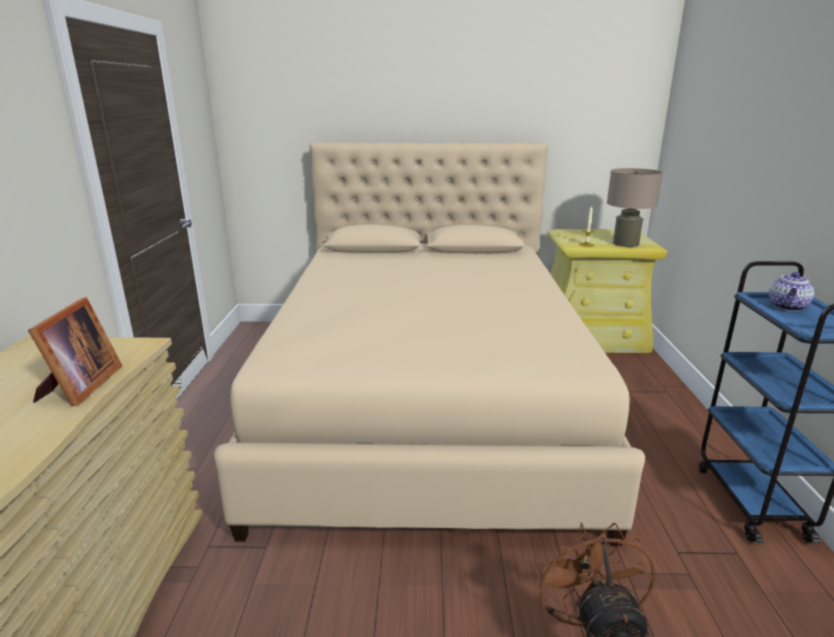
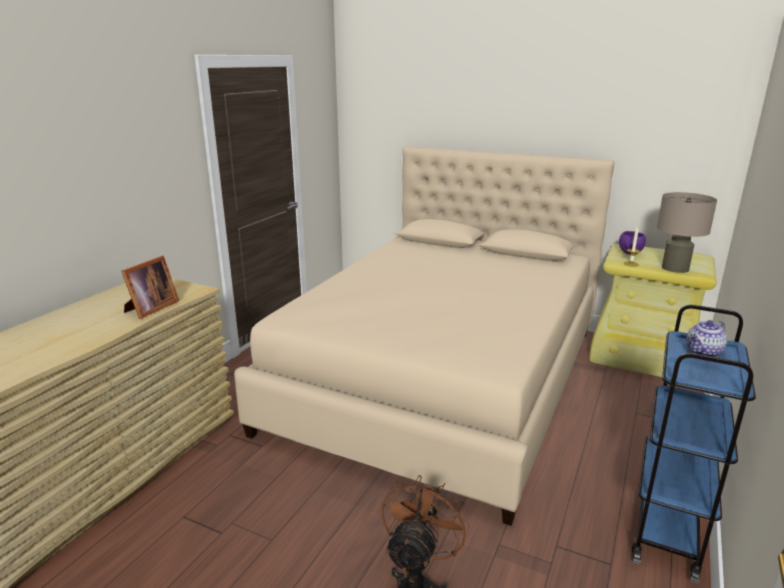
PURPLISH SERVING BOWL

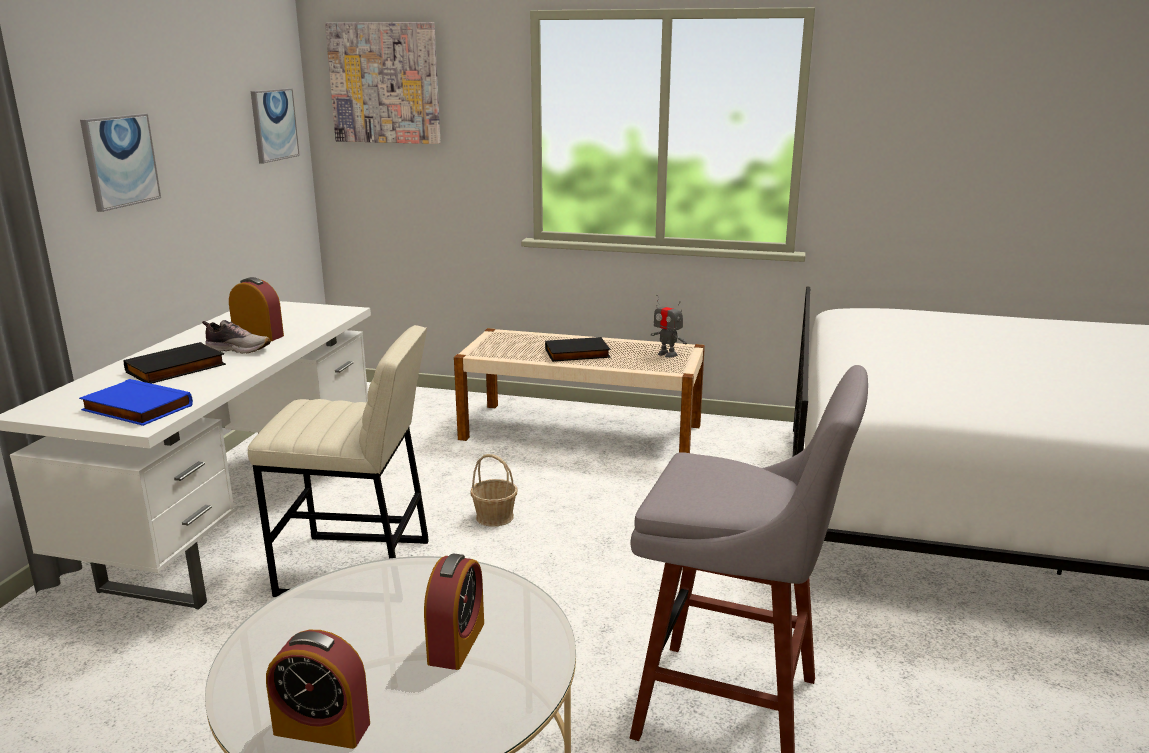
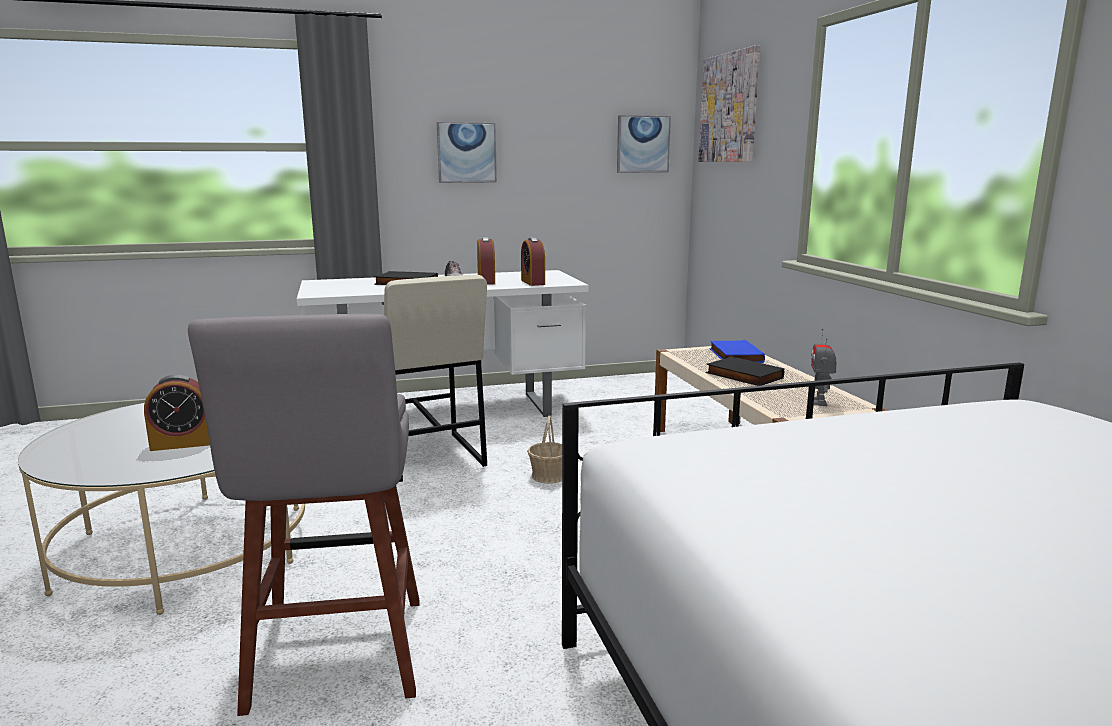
TABLE CLOCK (no. 3 from left)
BLUE VOLUME

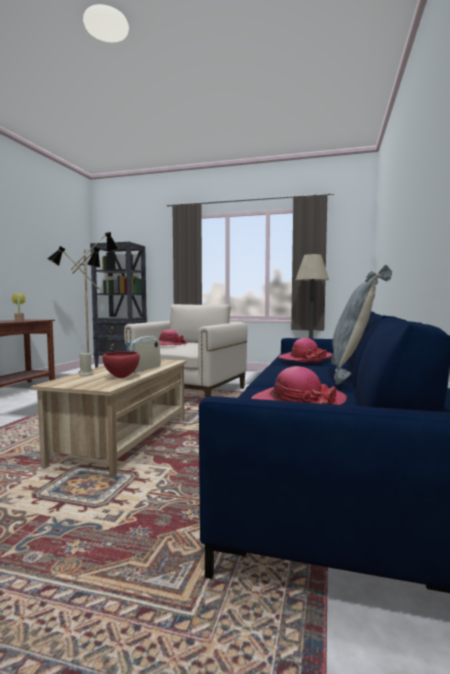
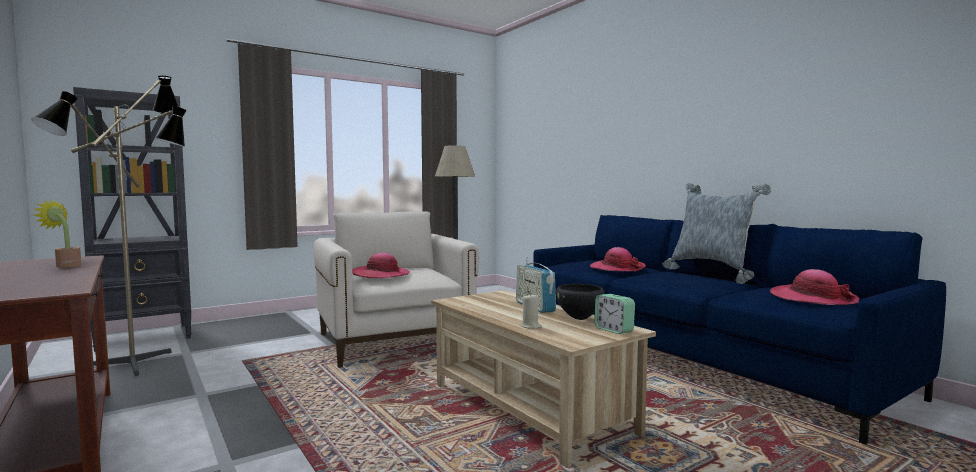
BLACK SERVING BOWL
TABLE CLOCK

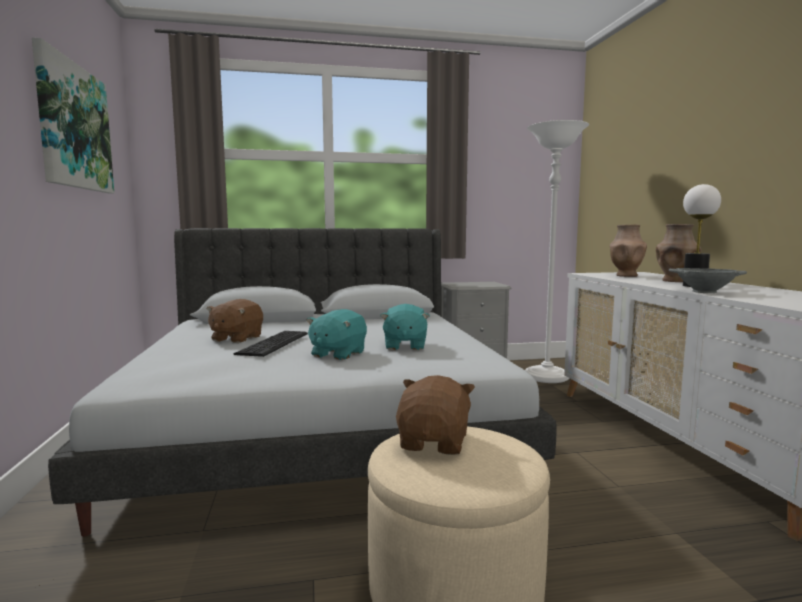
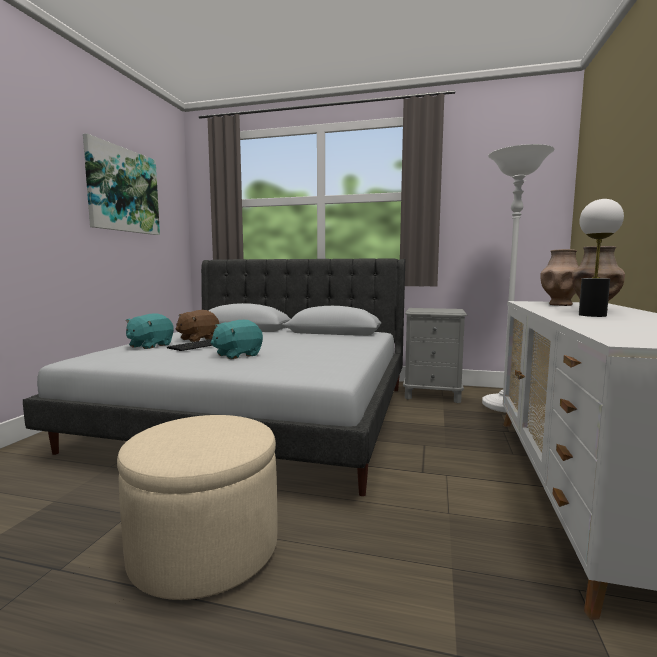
BLUE-GREEN CUDDLY TOY (no. 1 from left)
BROWNISH CUDDLY TOY (no. 2 from left in the first image)
GREY SERVING BOWL

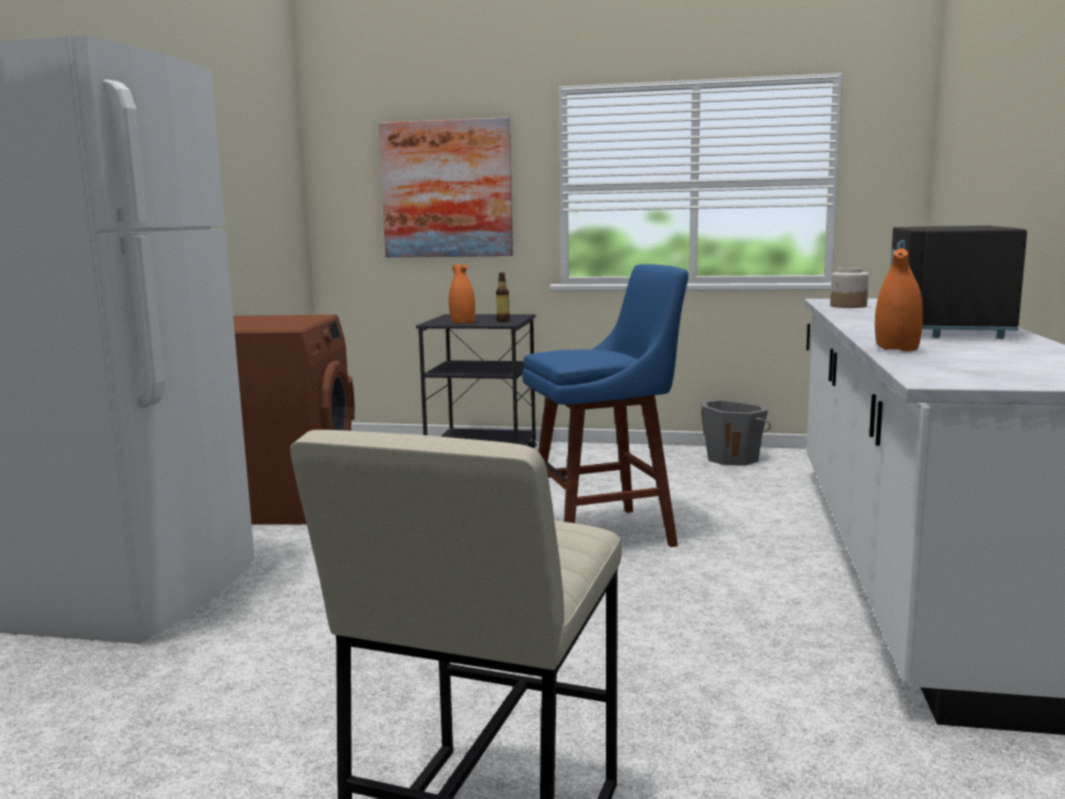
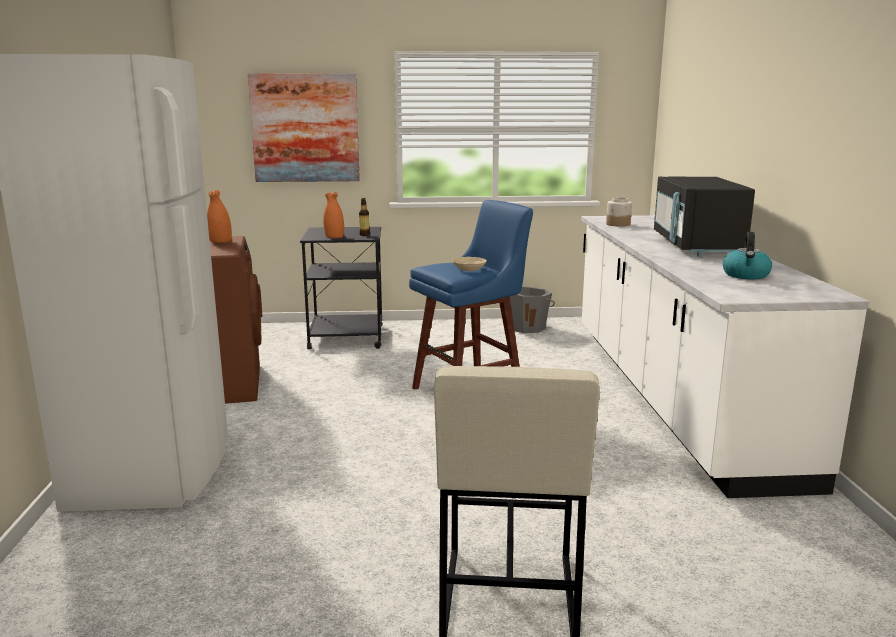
ORANGE FLOWER VASE (no. 1 from left)
SAND-COLOURED SERVING BOWL
TEA KETTLE

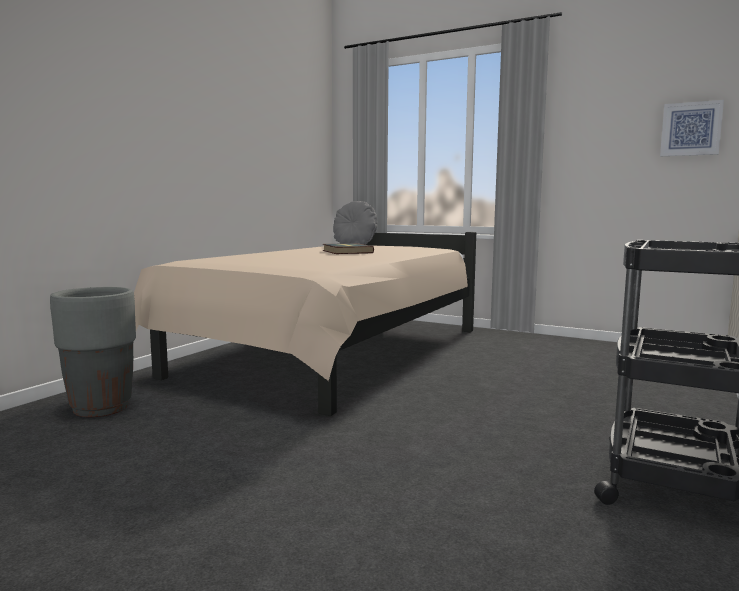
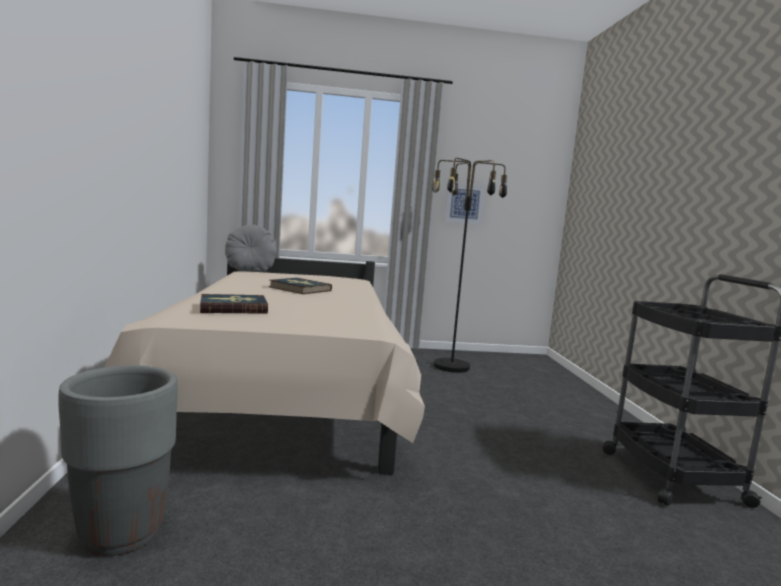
VOLUME (no. 1 from left)
FLOOR LAMP
WALL ART

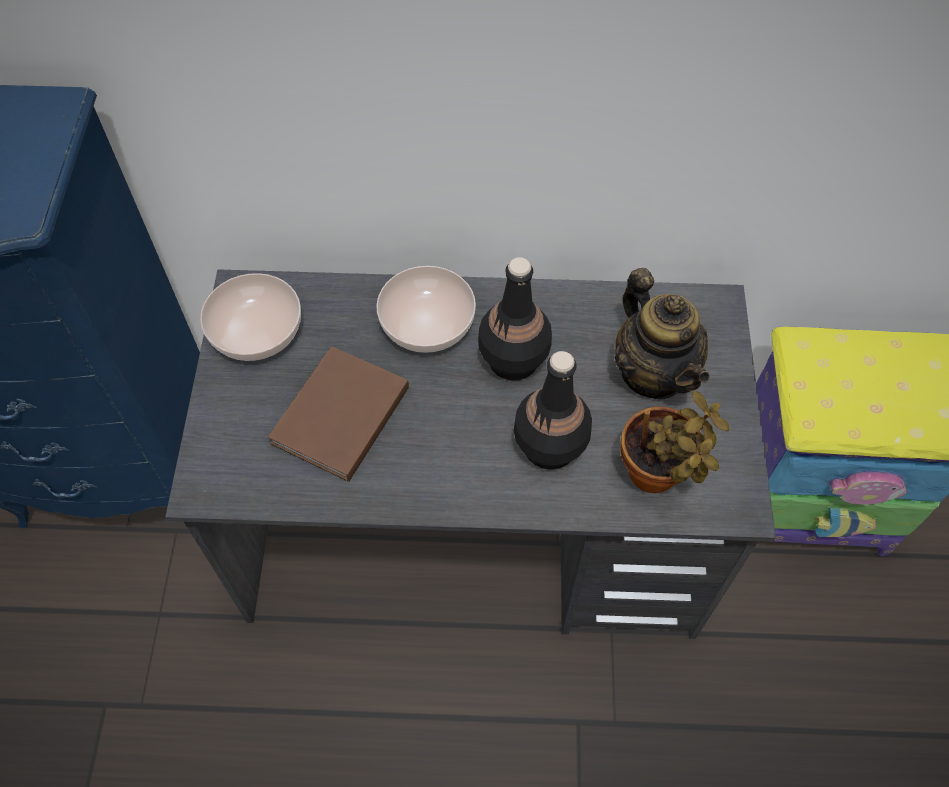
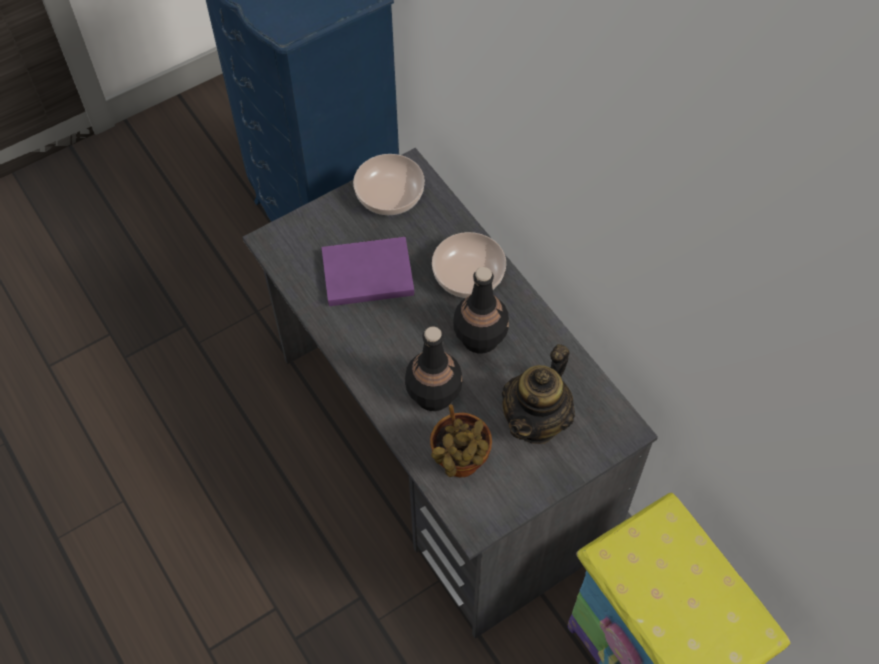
PURPLISH VOLUME

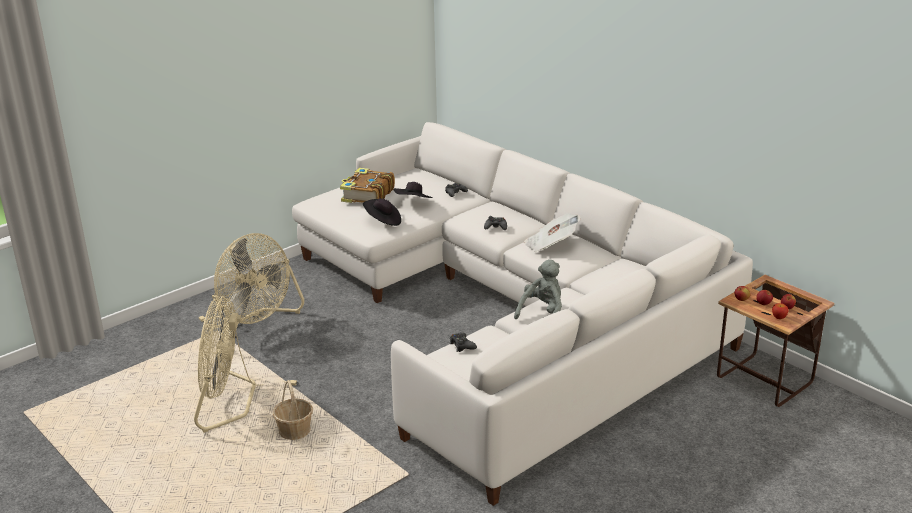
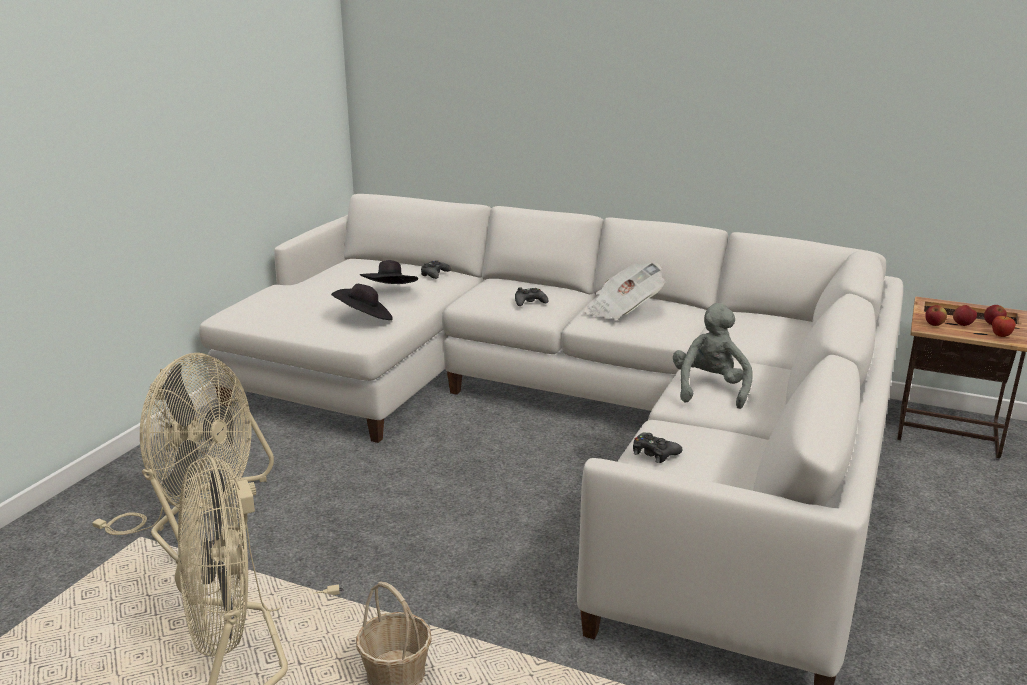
VOLUME

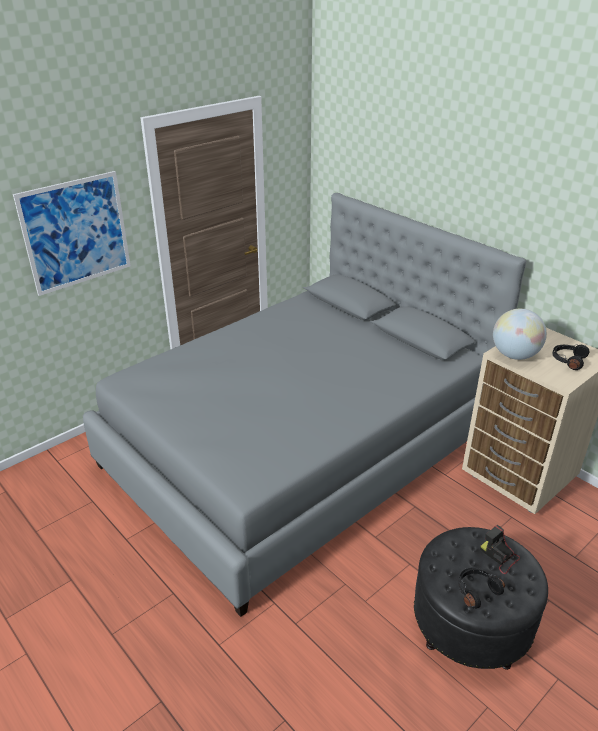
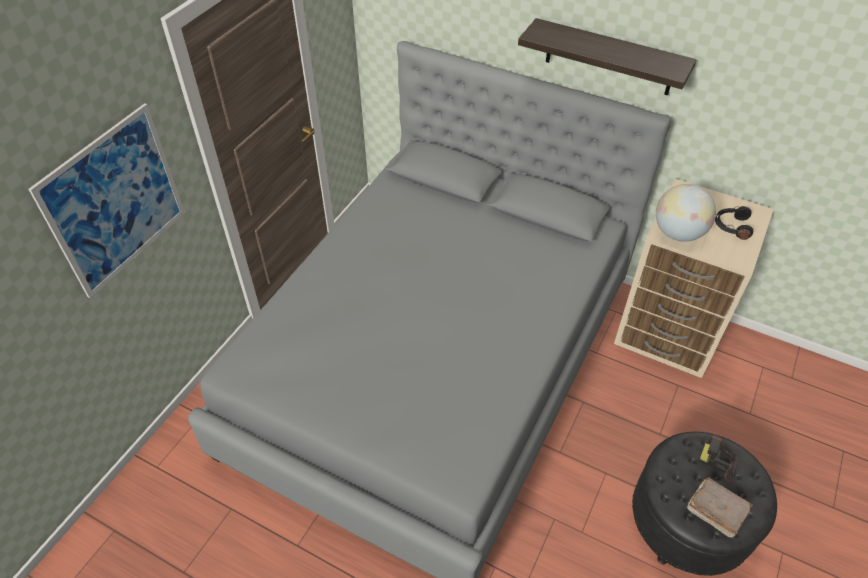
WALL SHELF
BROWNISH VOLUME

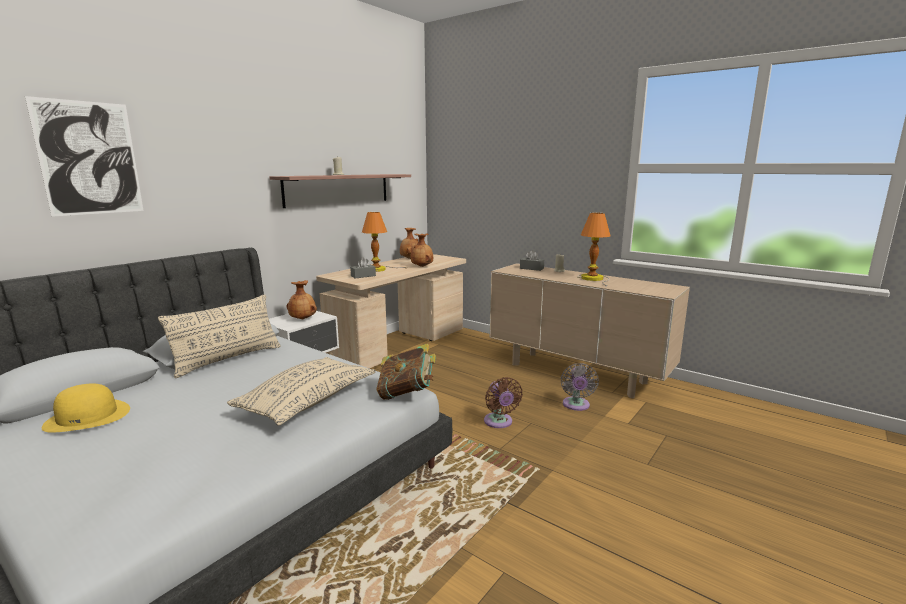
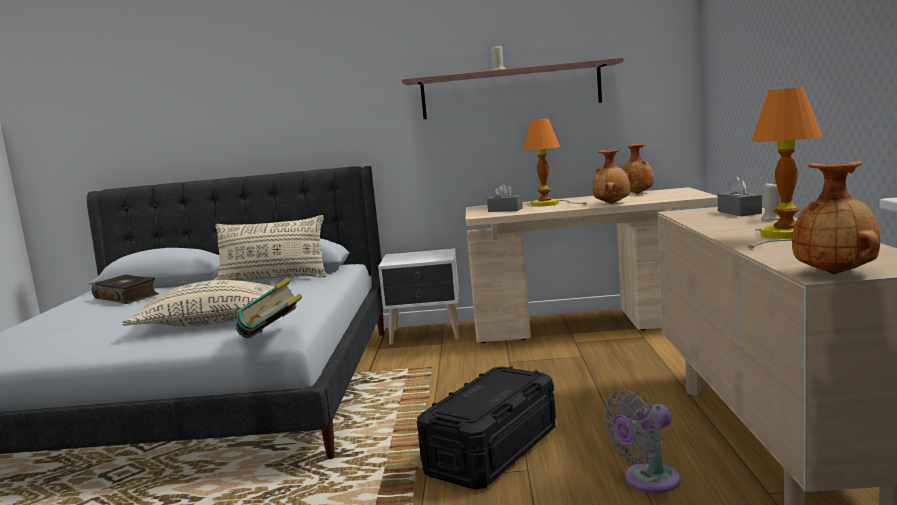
VOLUME (no. 1 from left)
BLACK STORAGE BIN
BROWNISH FLOWER VASE (no. 3 from left)
WALL ART

